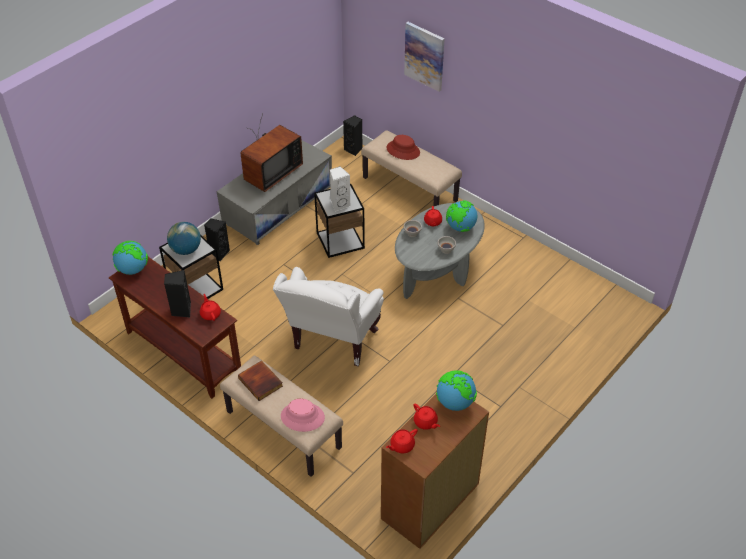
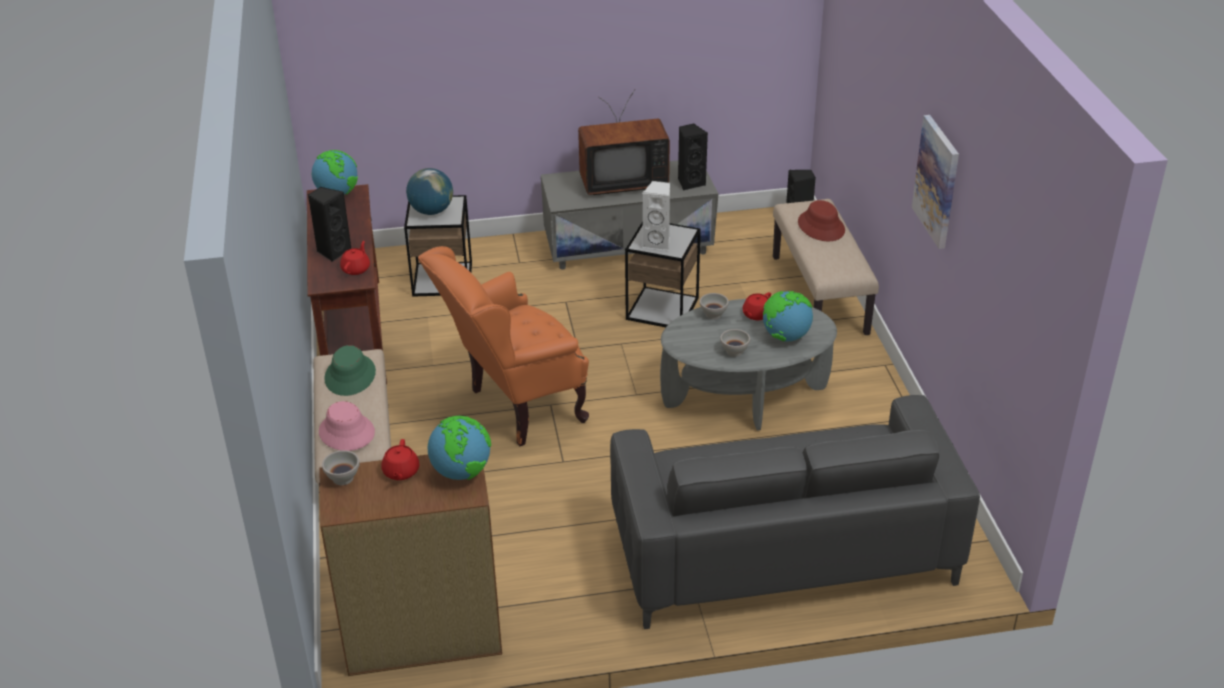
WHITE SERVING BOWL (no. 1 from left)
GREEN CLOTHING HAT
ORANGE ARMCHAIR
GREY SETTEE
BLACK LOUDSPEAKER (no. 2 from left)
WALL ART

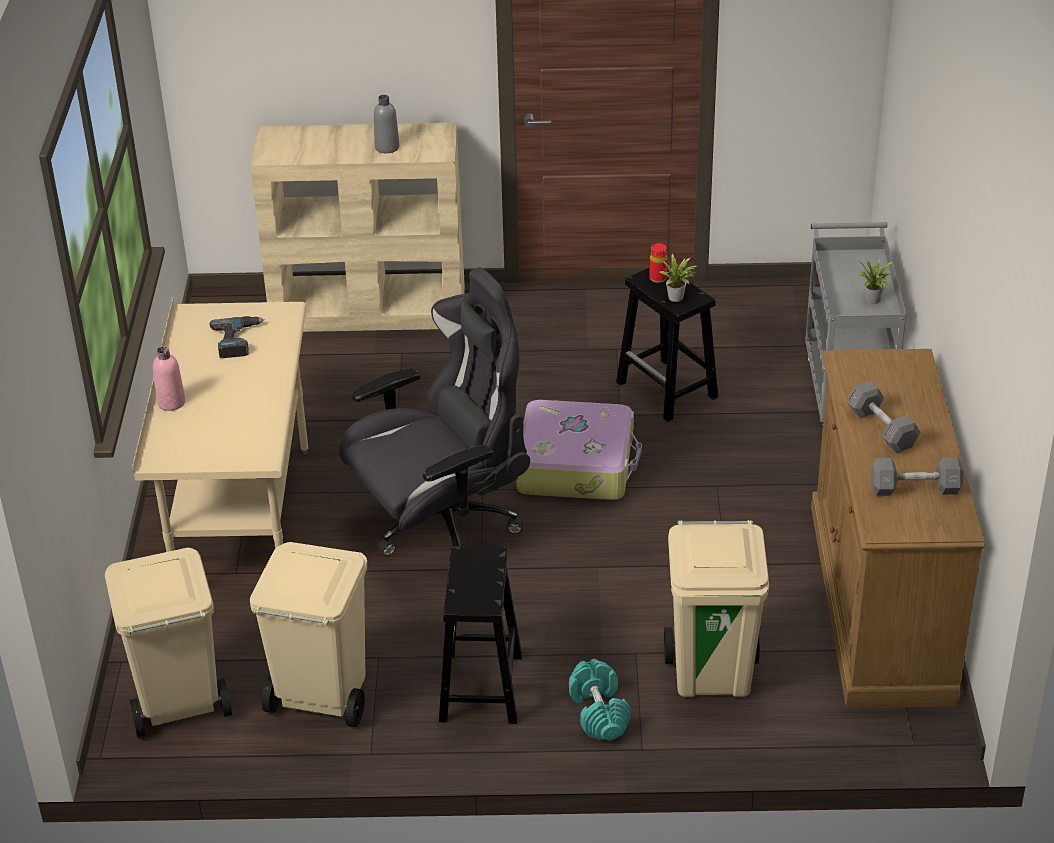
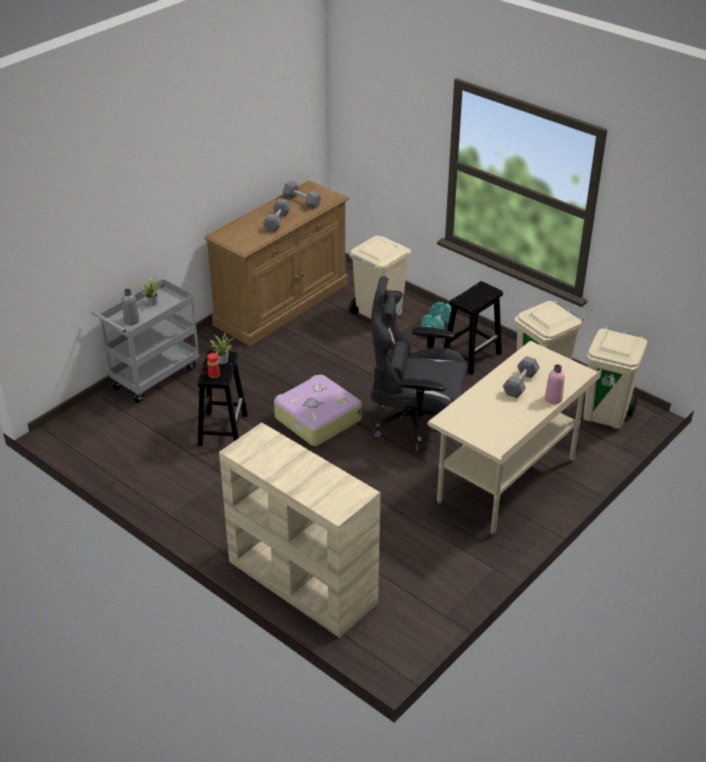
GREY BEVERAGE BOTTLE
GREY DUMBBELL (no. 3 from left)
ELECTRIC DRILL

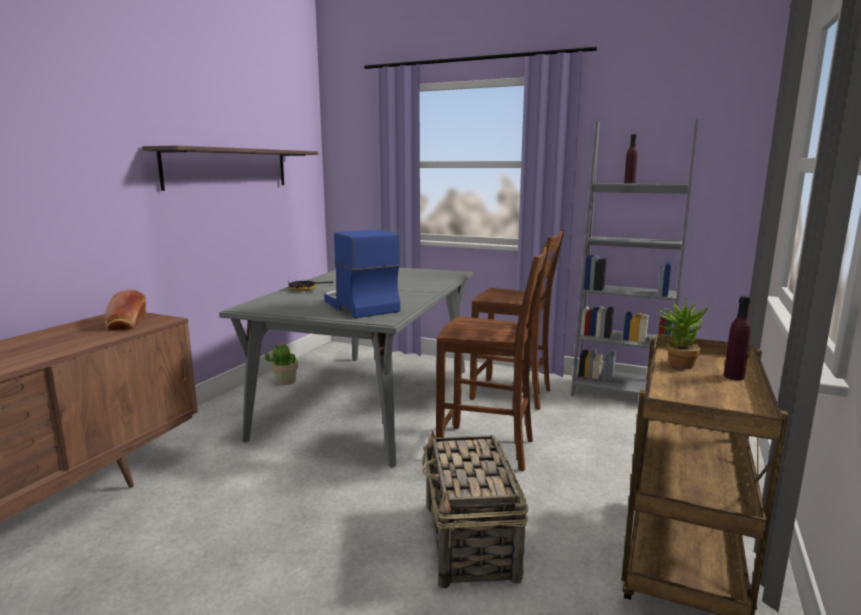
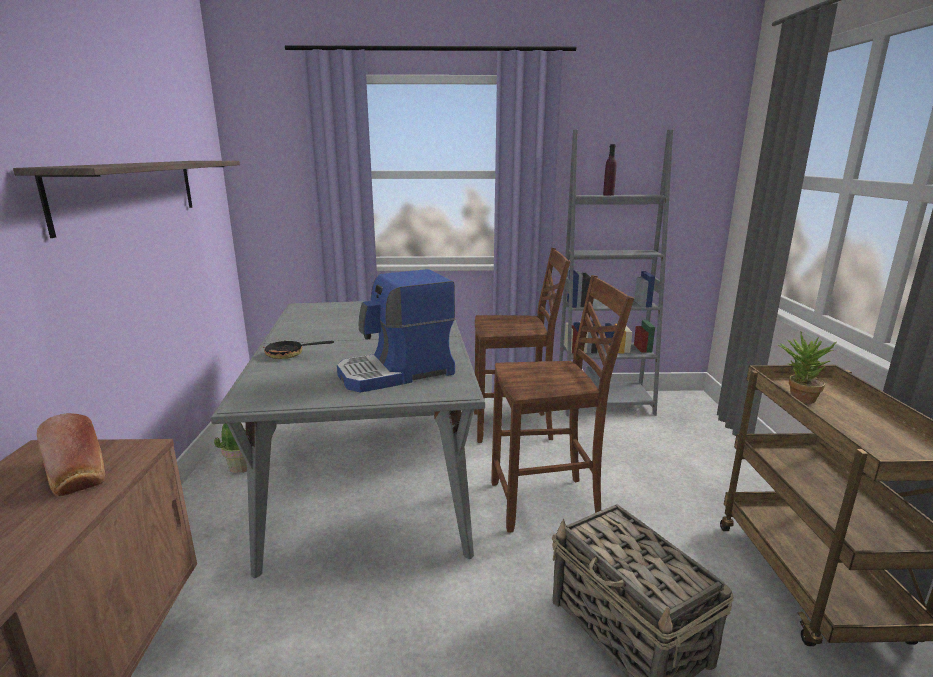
COFFEE BREWER
PURPLISH BEVERAGE BOTTLE (no. 2 from left in the first image)

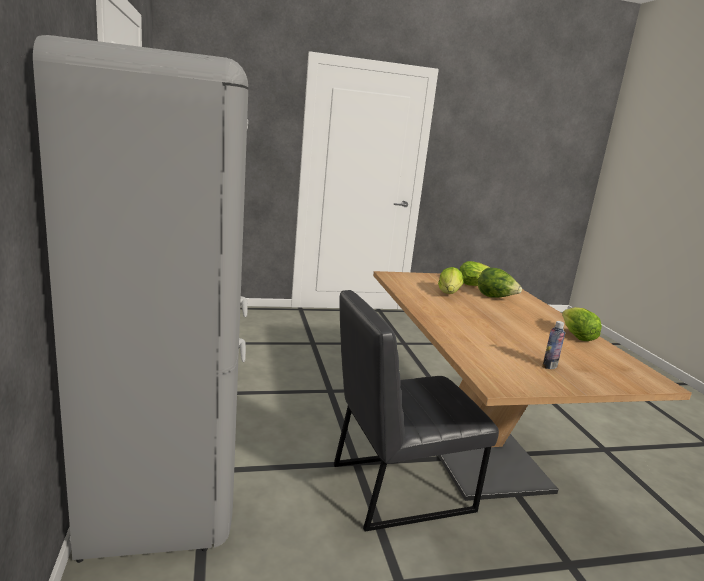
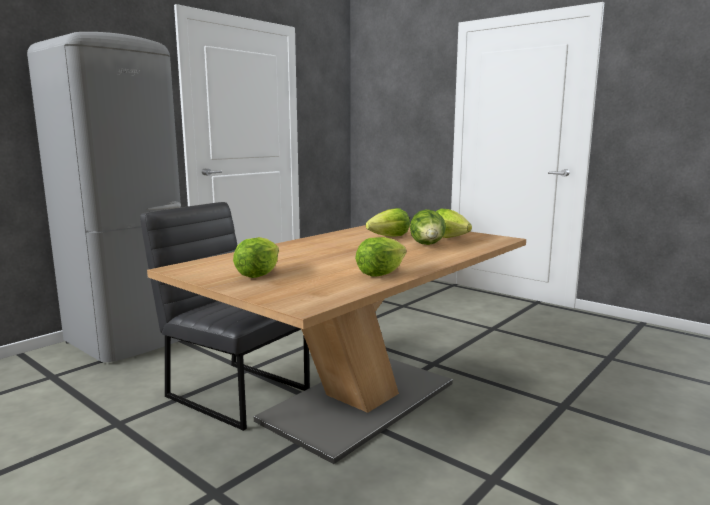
LETTUCE HEAD (no. 1 from left)

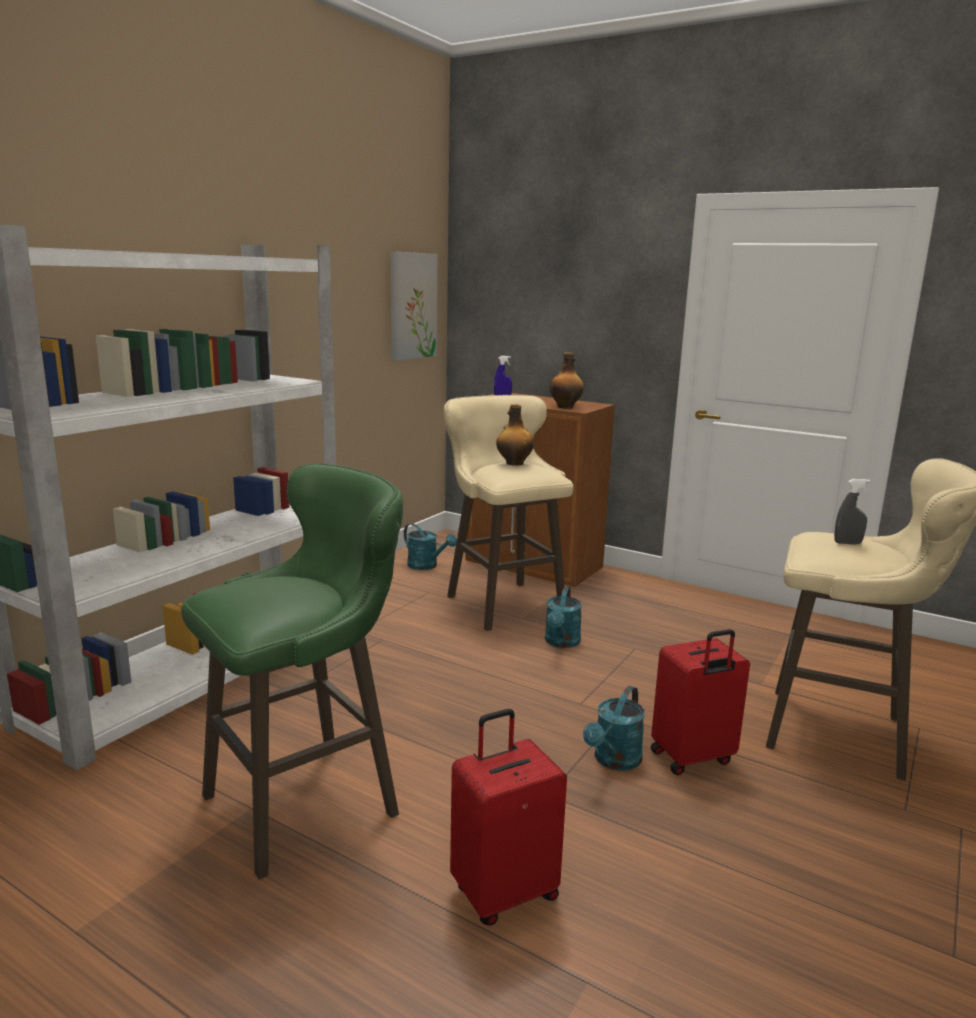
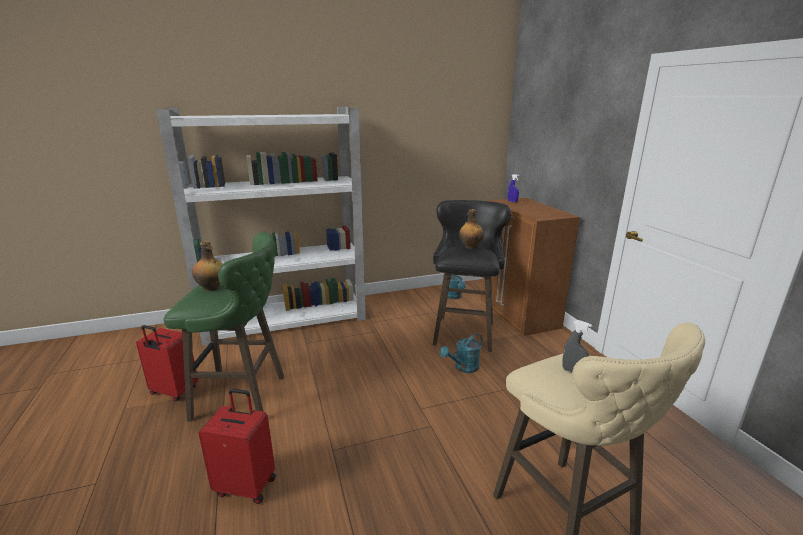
RED SUITCASE (no. 1 from left)
BEVERAGE BOTTLE (no. 1 from left)
BLACK SITTING STOOL
WALL ART
BLUE-GREEN WATERING POT (no. 3 from left in the first image)

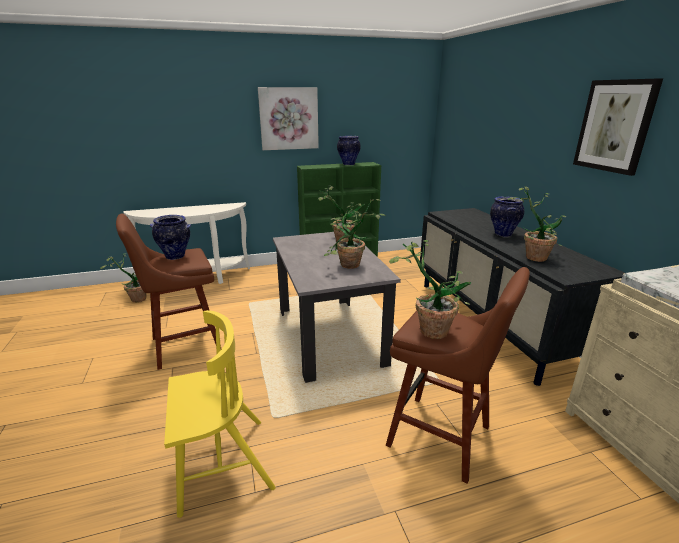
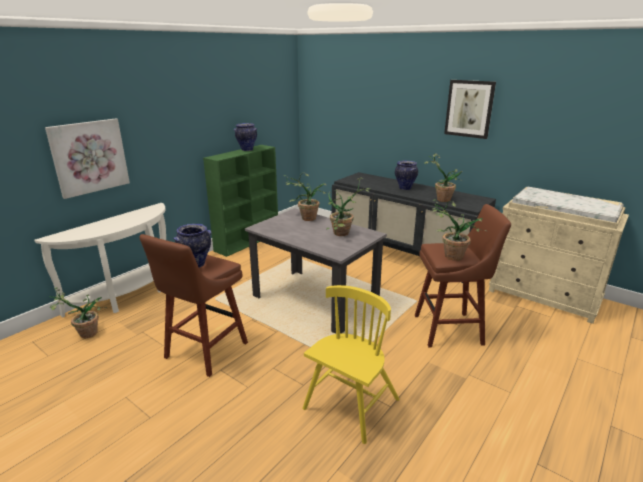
WALL ART (no. 1 from left)

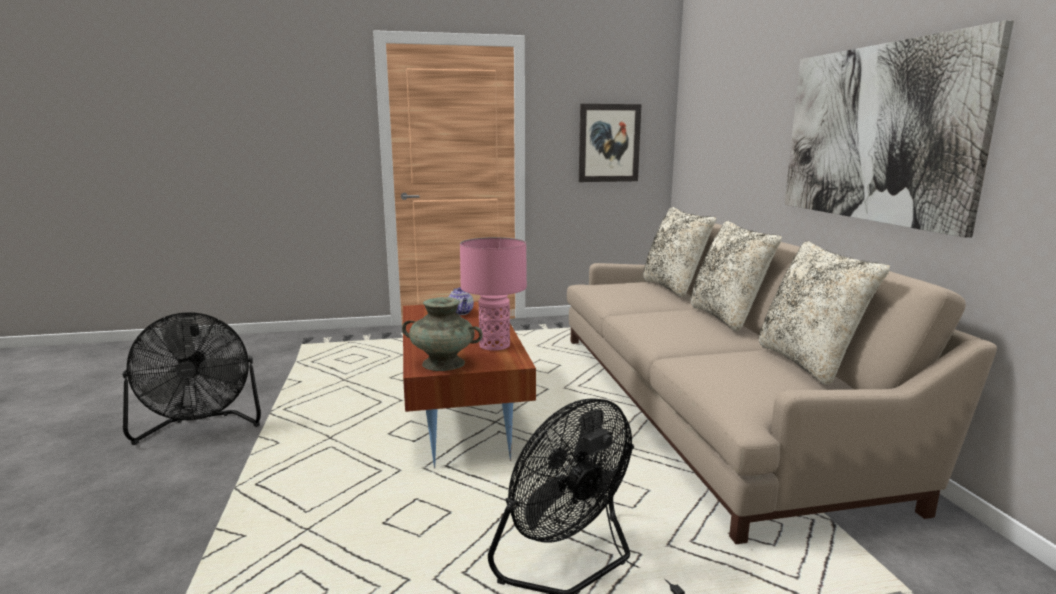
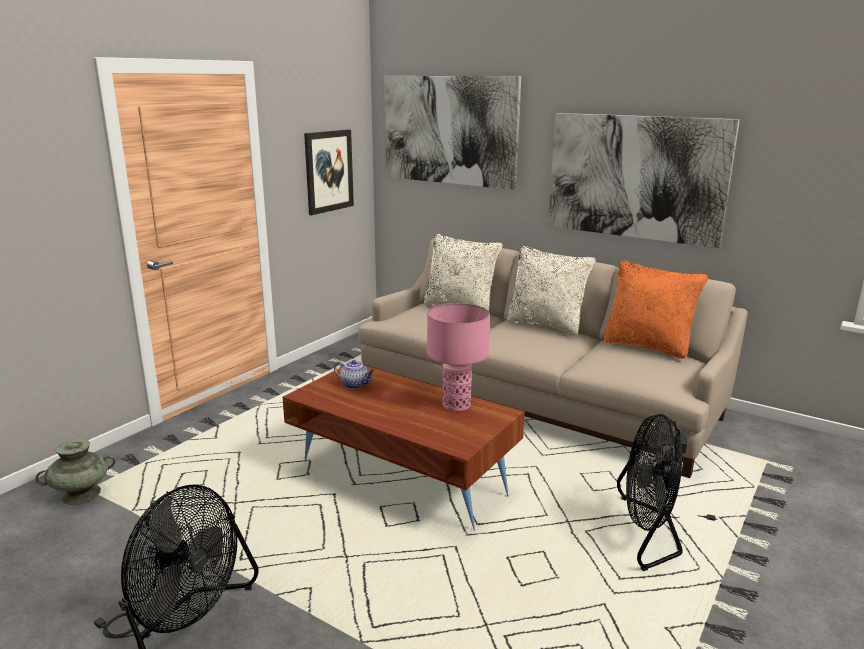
BLUE-GREEN FLOWER VASE
WALL ART (no. 2 from left)
ORANGE CUSHION

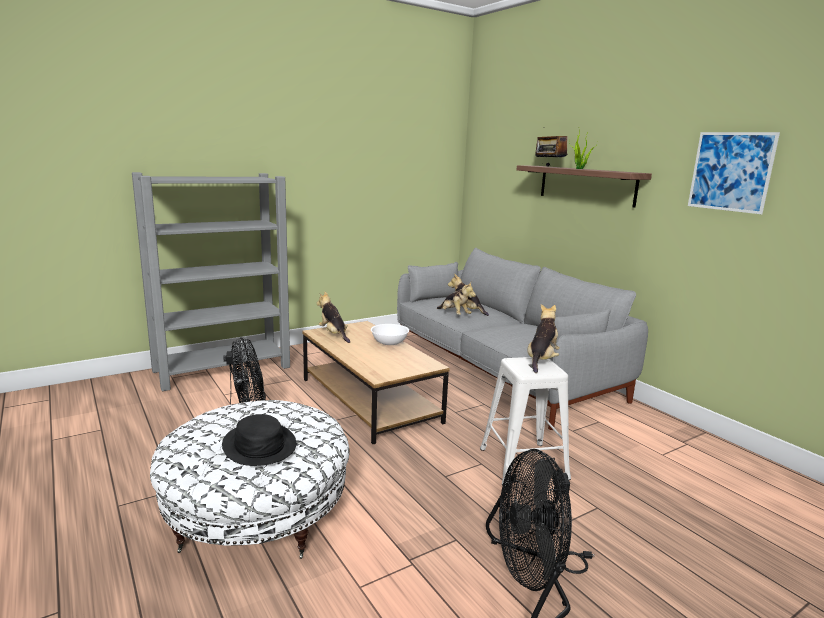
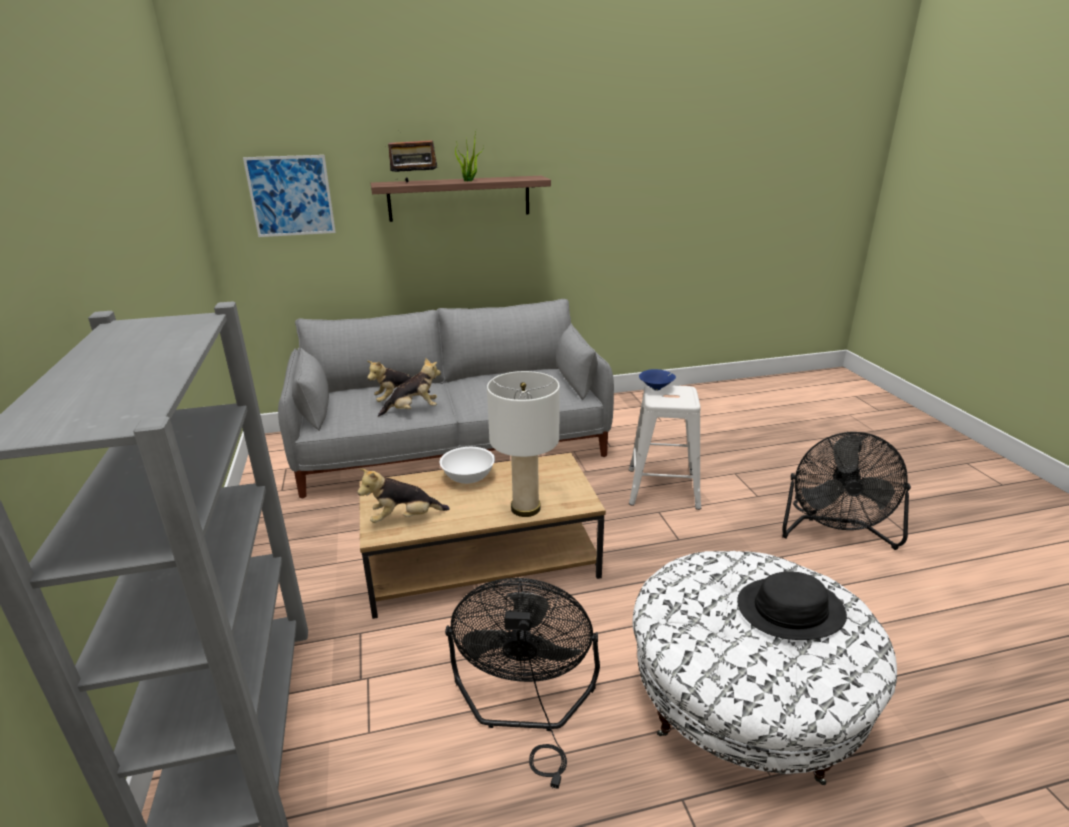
WALL ART
WHITE LAMP FOR A TABLE
BLUE SERVING BOWL

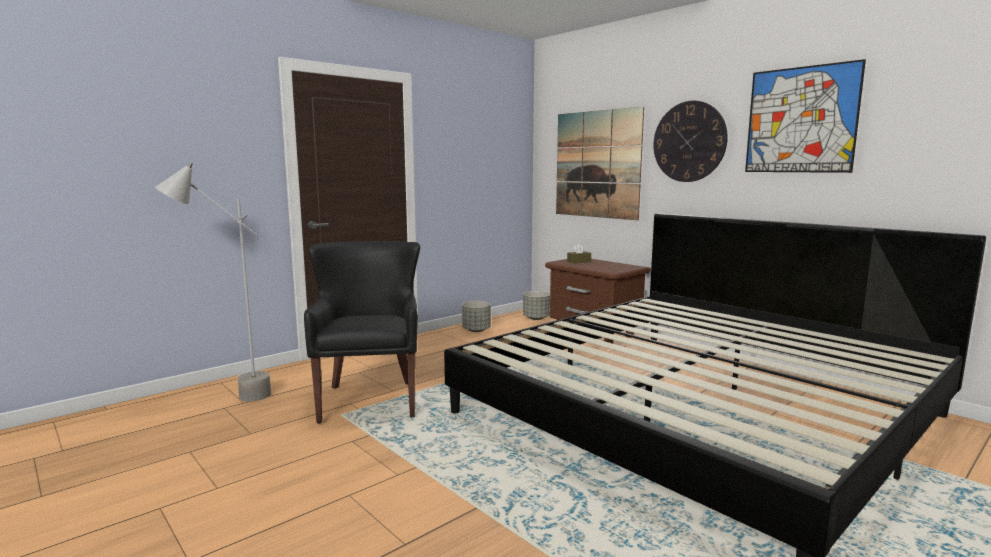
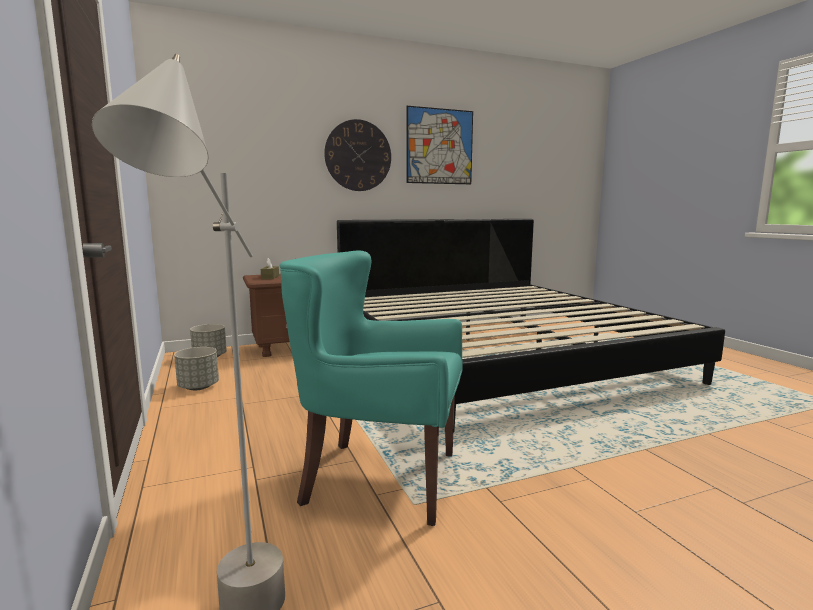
BLUE-GREEN ARMCHAIR
WALL ART (no. 1 from left in the first image)

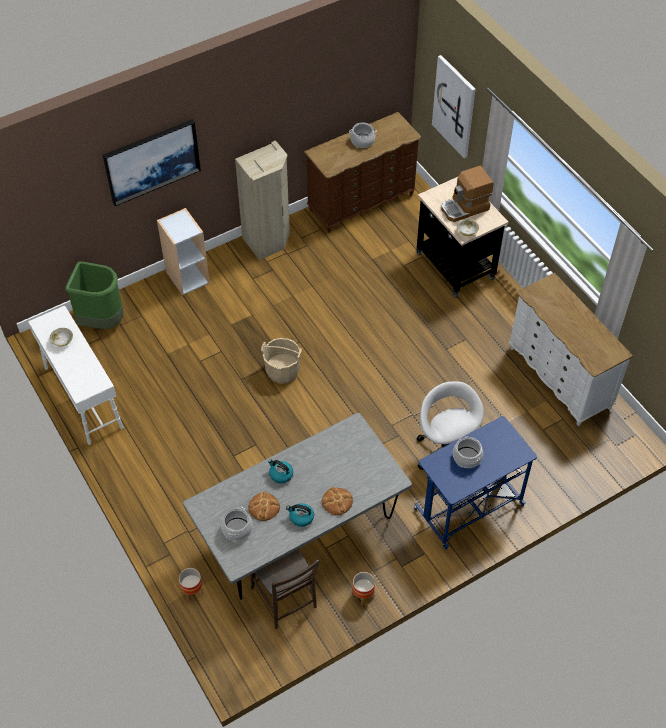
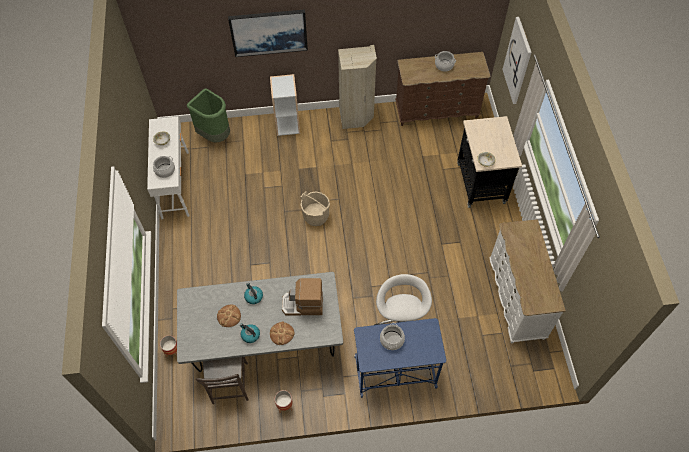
STOCKPOT (no. 1 from left)
COFFEE BREWER

